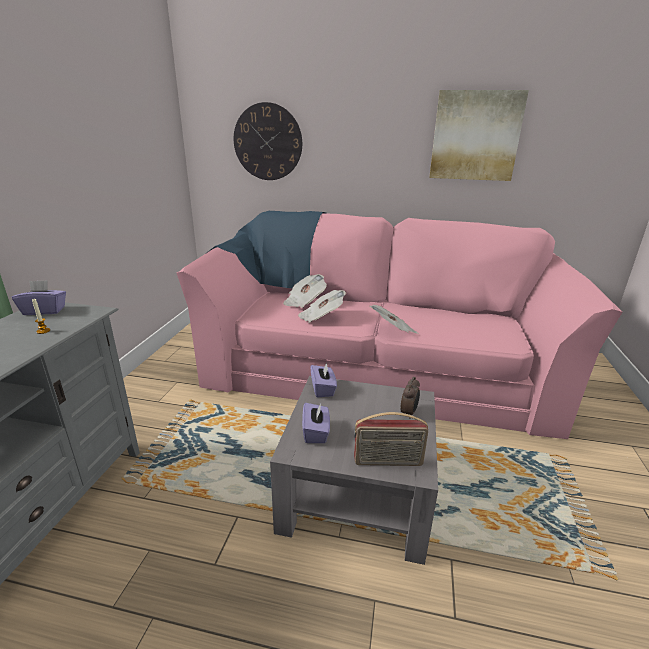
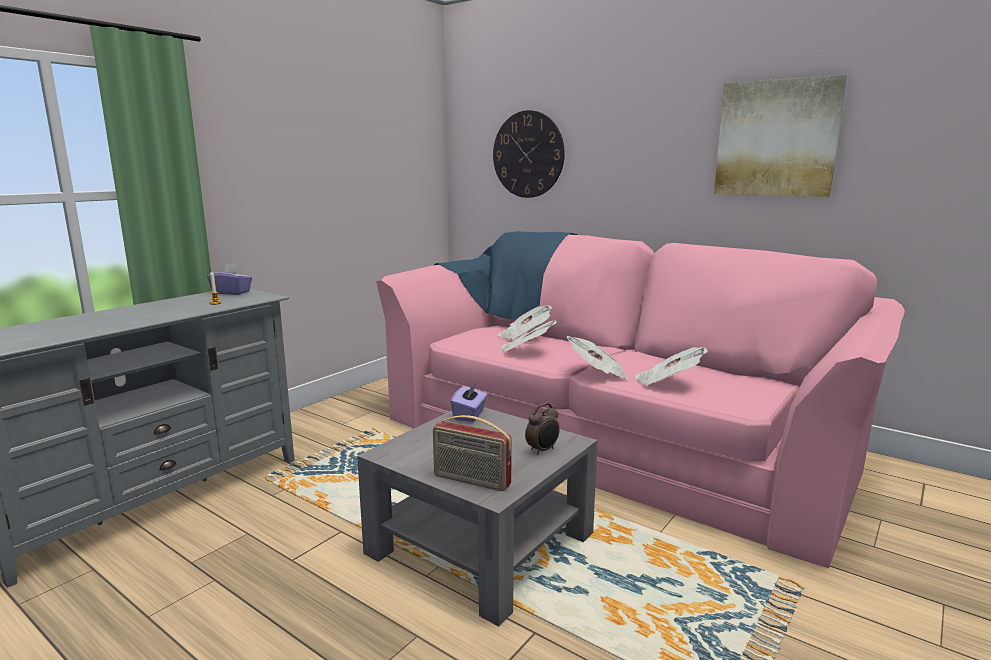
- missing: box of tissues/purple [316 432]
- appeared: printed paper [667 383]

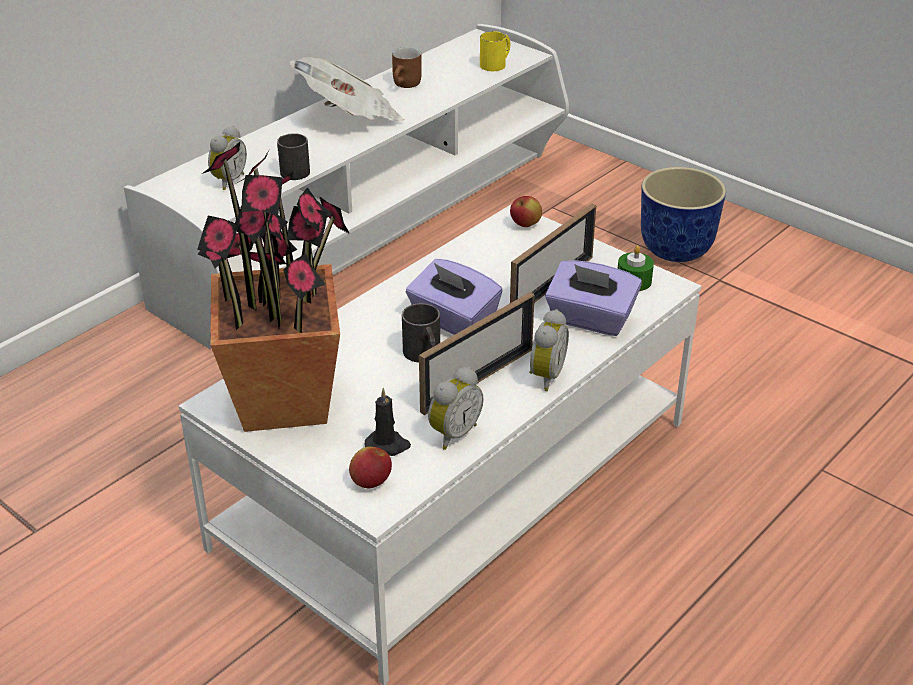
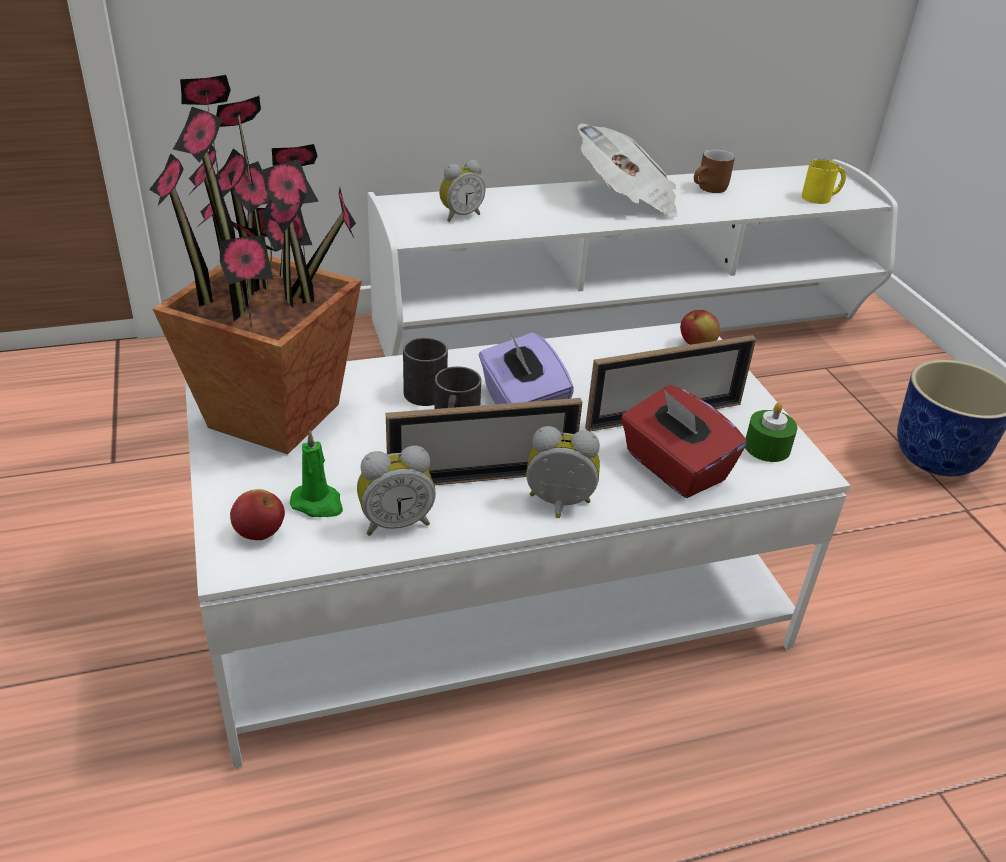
- relocated: mug/black [291 170] to [424 387]
- colour: candle/black [387 445] to candle/green-coloured [318 503]
- colour: box of tissues/purple [590 319] to box of tissues/red [673 468]
- spun: table clock [544 376] = [558 506] 135 degrees counterclockwise

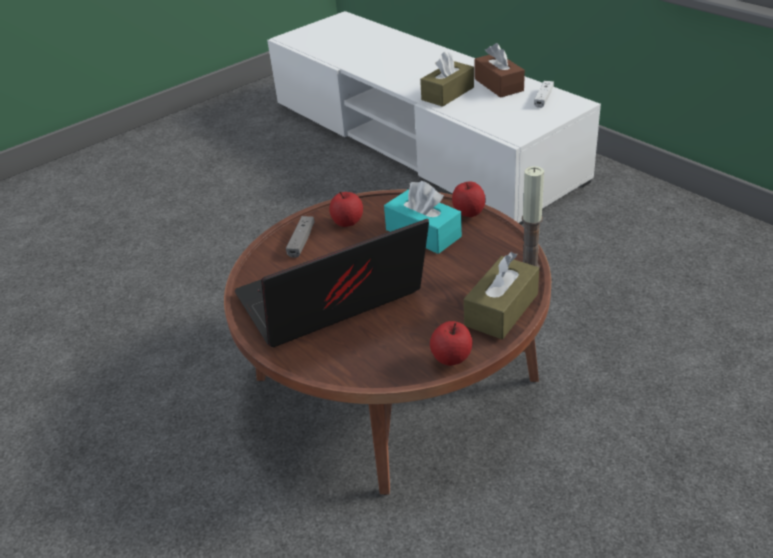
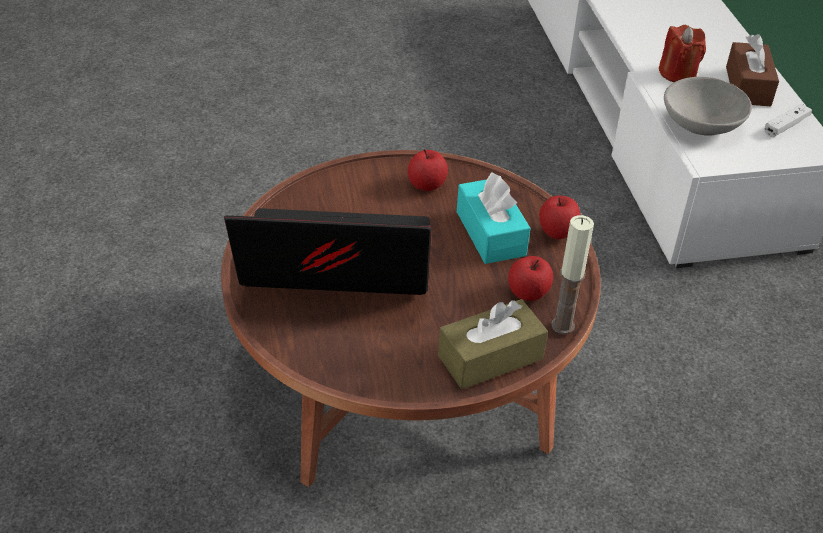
- missing: joypad/grey [301 241]
- appeared: bowl/grey [702 125]
- relocated: apple [451 357] to [528 293]
- exchanged: box of tissues/brown [447 93] to candle/red [677 73]

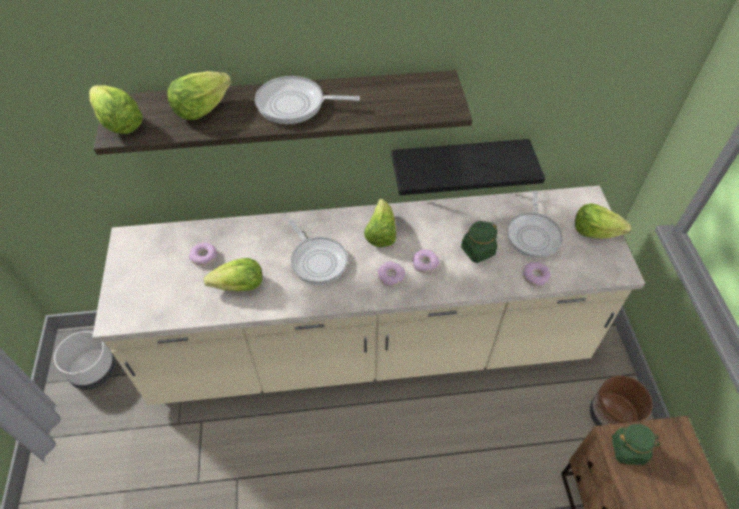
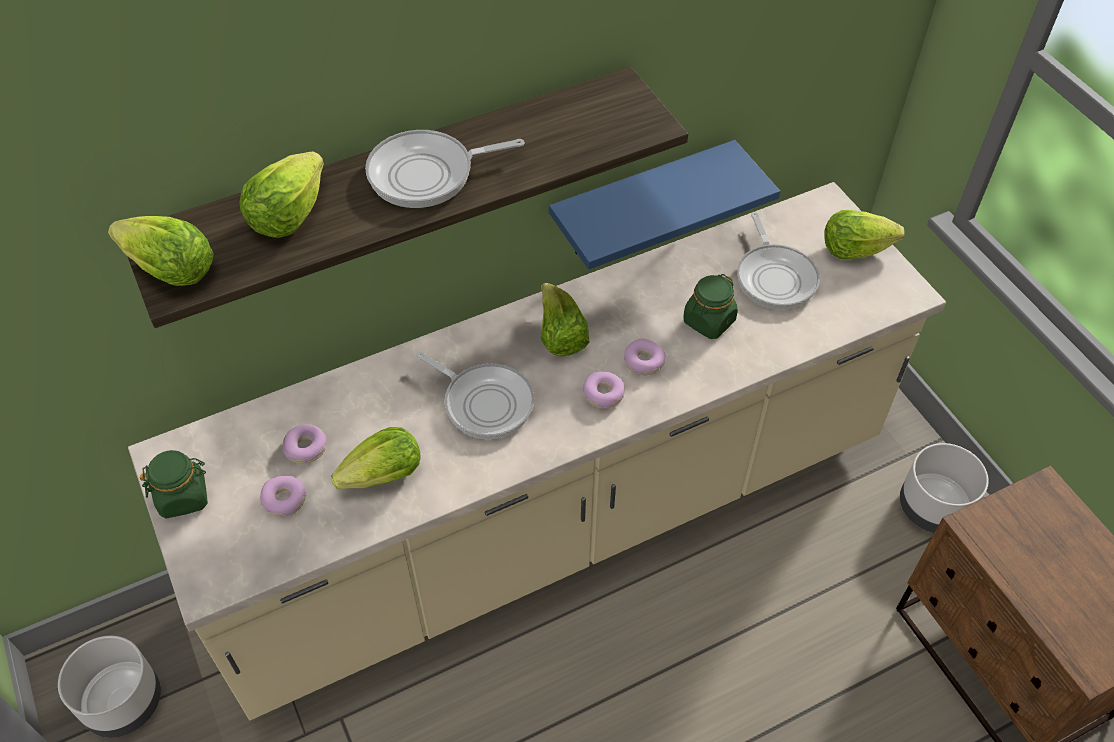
- relocated: ring doughnut [535 277] to [284 500]
- relocated: jar/green-coloured [628 449] to [183 496]
- colour: wall shelf/black [458 163] to wall shelf/blue [641 200]
- colour: planter/brown [612 416] to planter/grey [933 508]

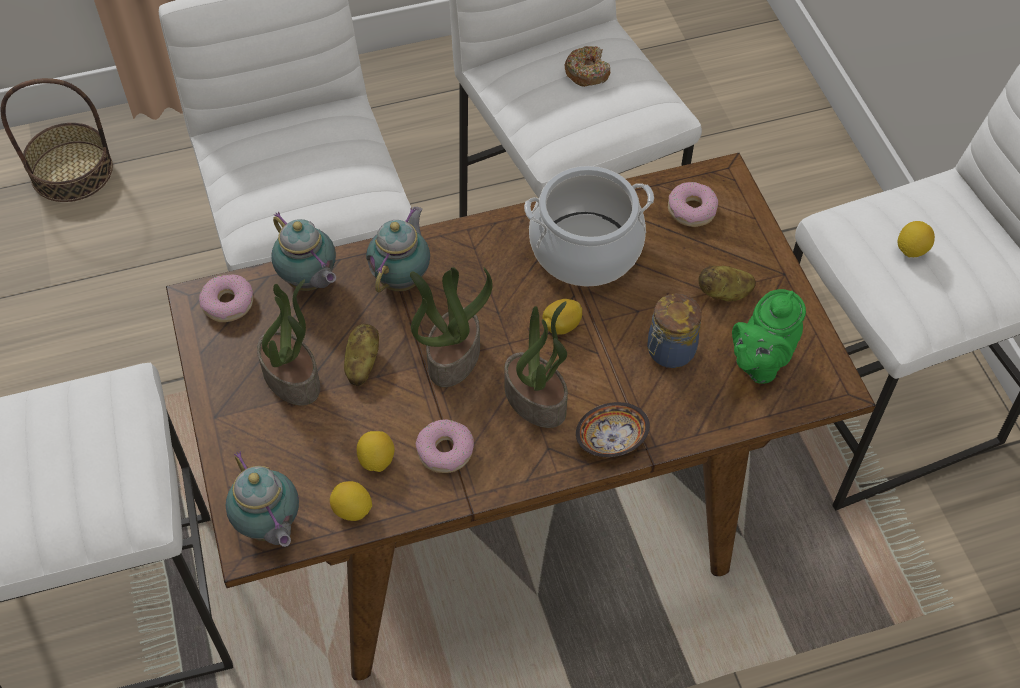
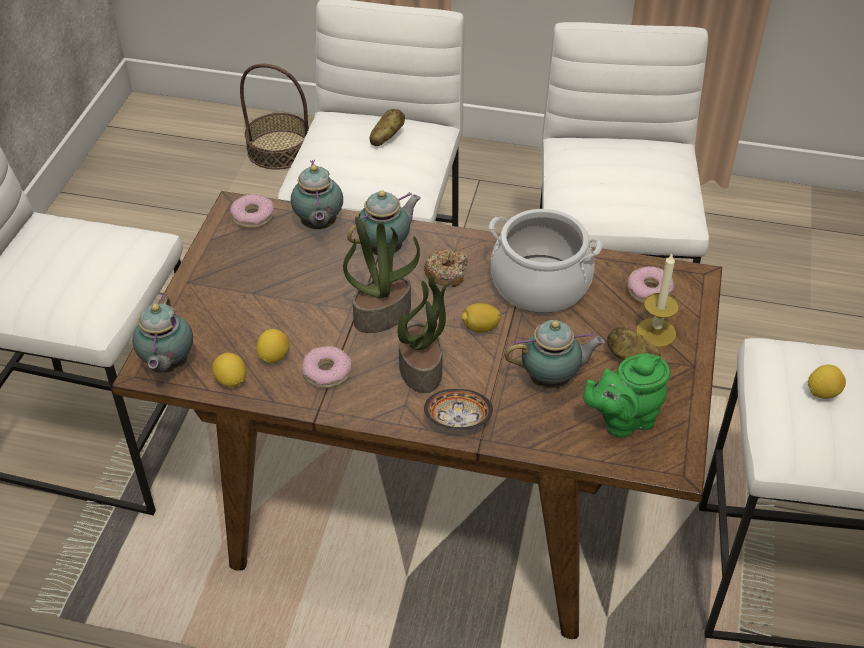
- missing: potted plant [293 378]
- appeared: candle [656 332]
- relocated: whole potato [361 363] to [386 138]
- relocated: ring doughnut [587 72] to [446 273]
- exchanged: jar [669 352] to pot for tea [552 380]

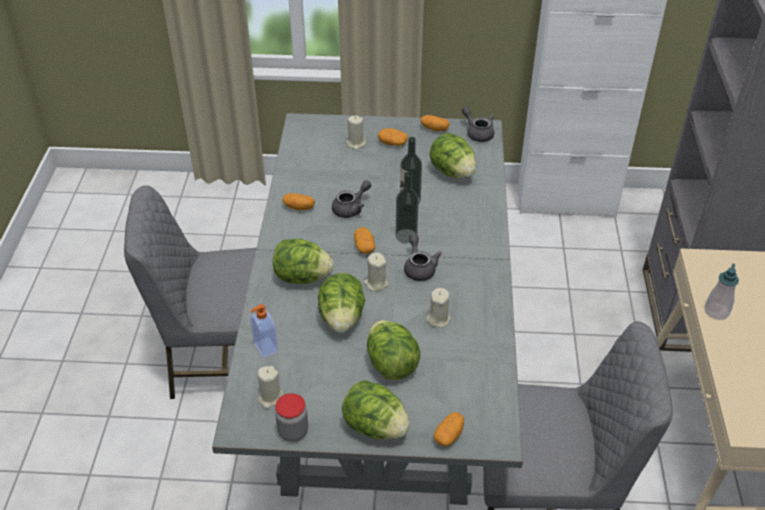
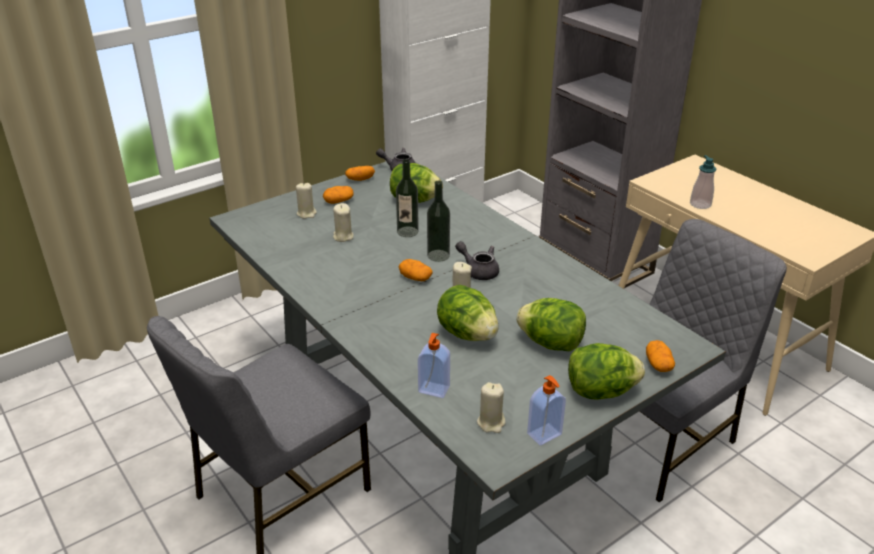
- missing: head of lettuce [302 277]
- missing: whole potato [299 207]
- missing: pot for tea/grey [351 208]
- relocated: candle/sand-coloured [438 319] to [343 236]
- exchanged: jar [293 431] to soap dispenser [545 435]

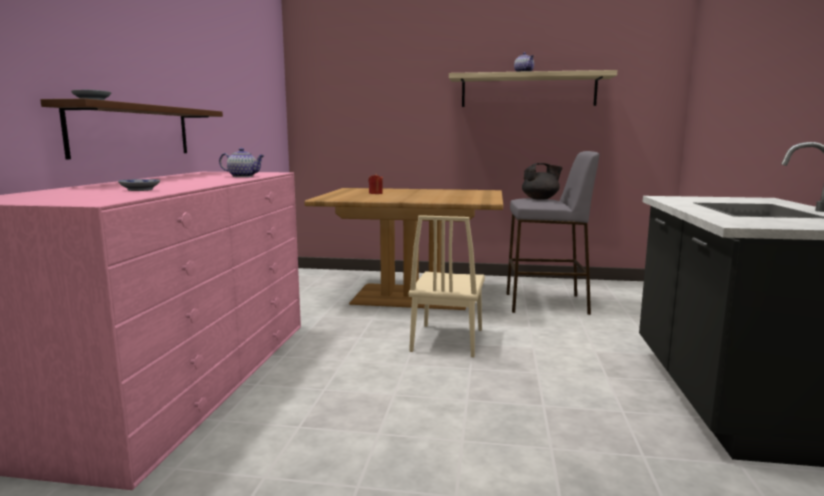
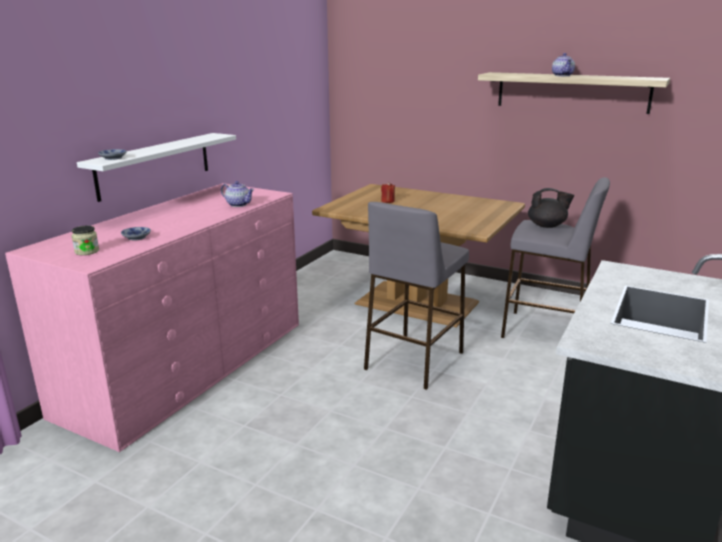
- appeared: jar [87 251]
- exchanged: chair/sand-coloured [447 340] to stool seat/grey [414 361]
- colour: wall shelf/brown [132 131] to wall shelf/white-coloured [155 165]

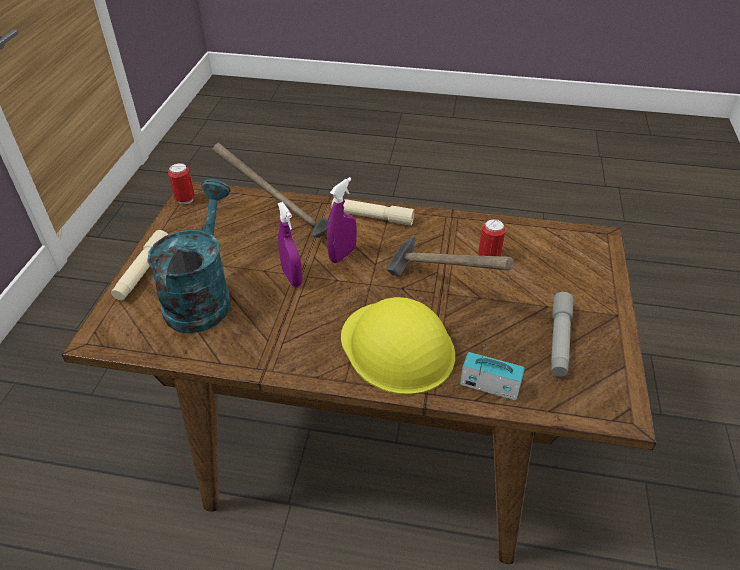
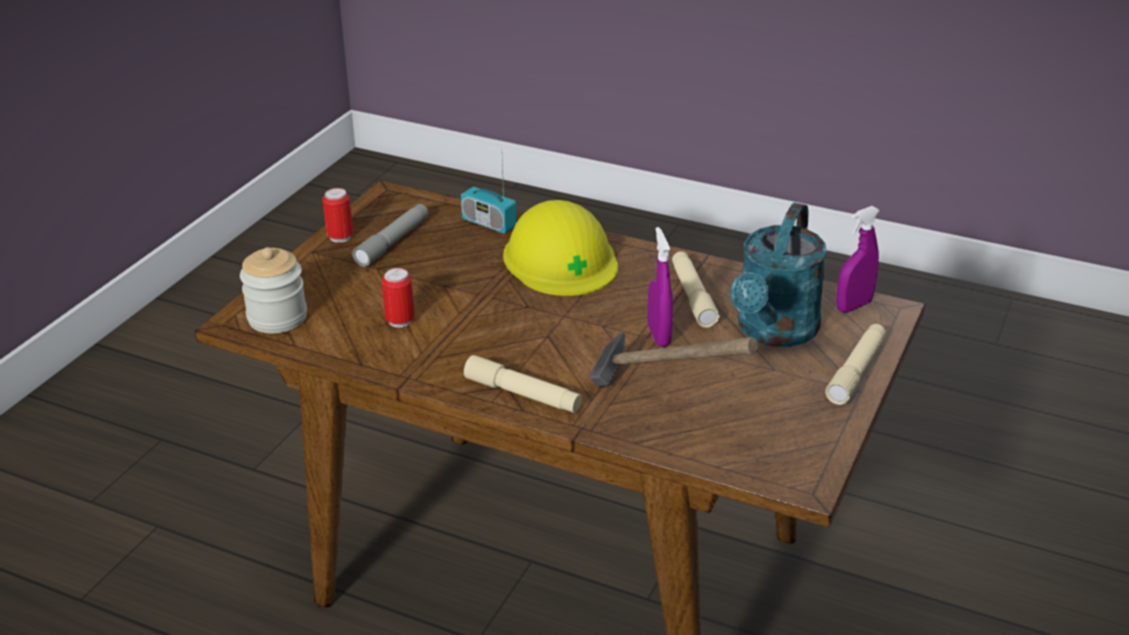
- missing: hand hammer [440 290]
- appeared: jar [277 318]
- appeared: flashlight/sand-coloured [693 296]
- relocated: metal can [185 199] to [340 237]
- relocated: sprayer/purple [342 255] to [853 306]

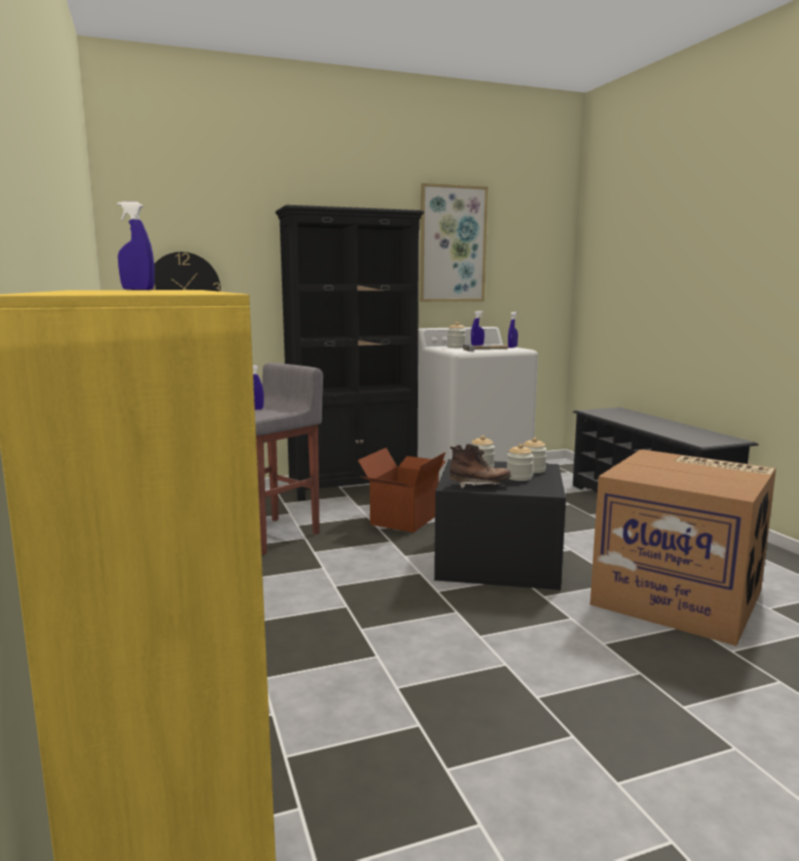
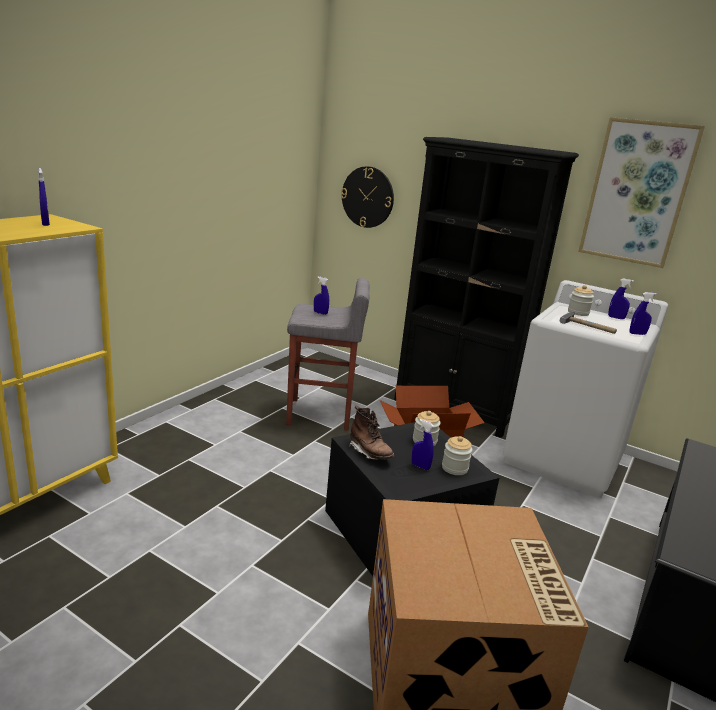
- exchanged: jar [519 477] to sprayer/blue [420 466]

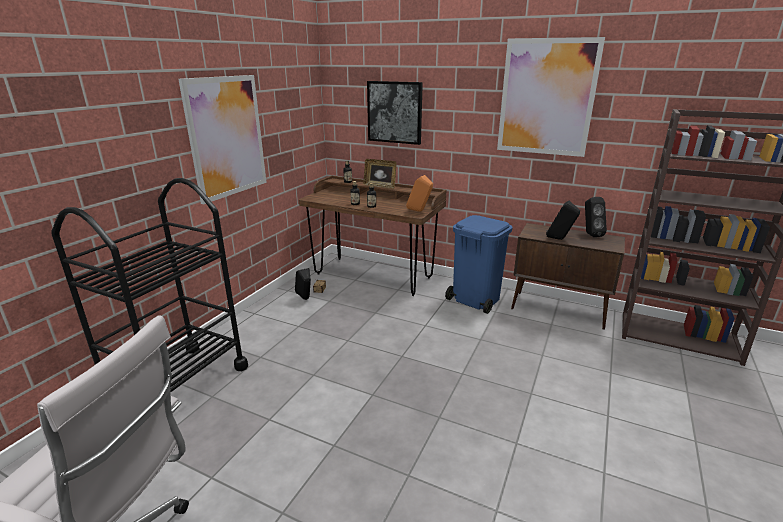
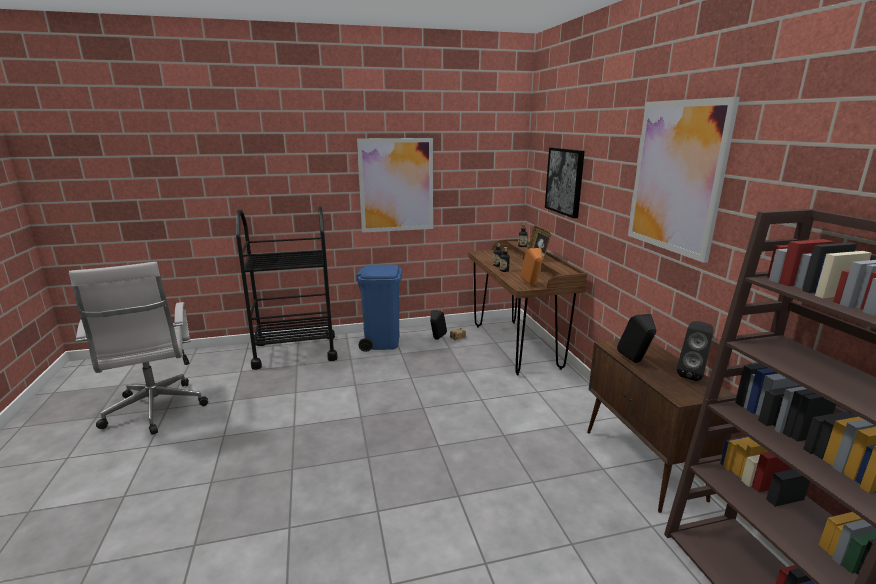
- relocated: waste bin/blue [475 299] to [382 342]

